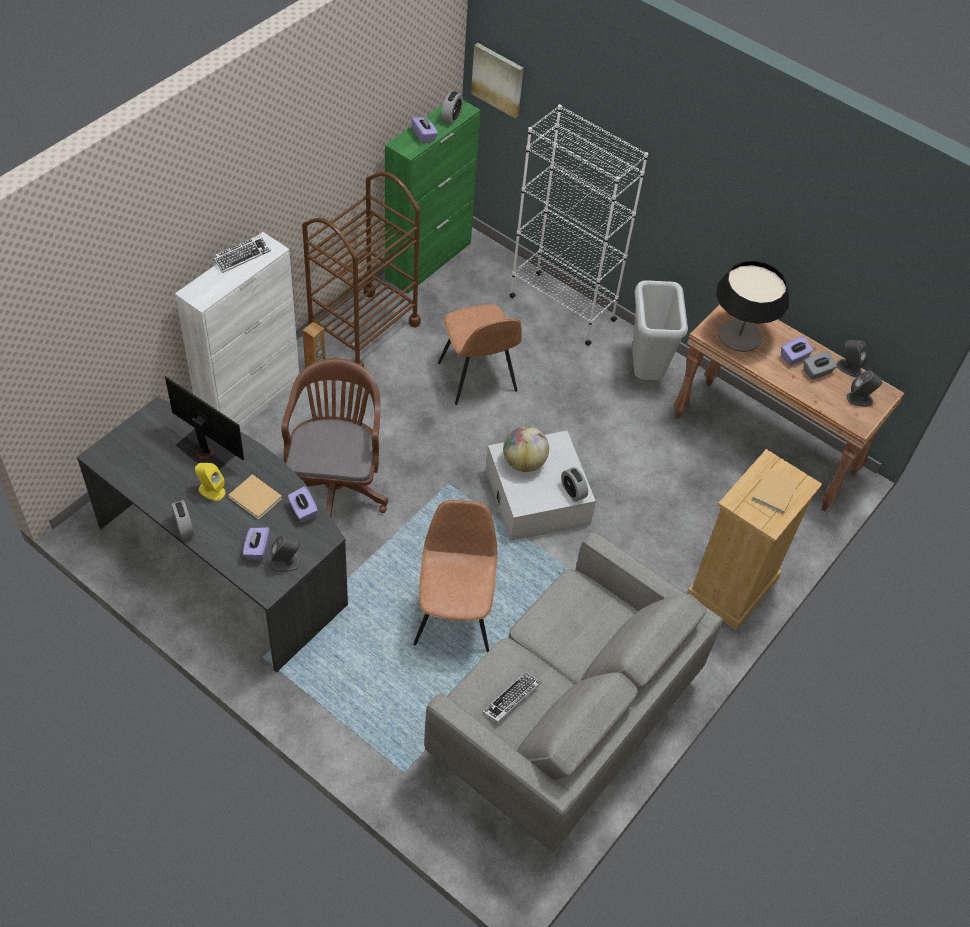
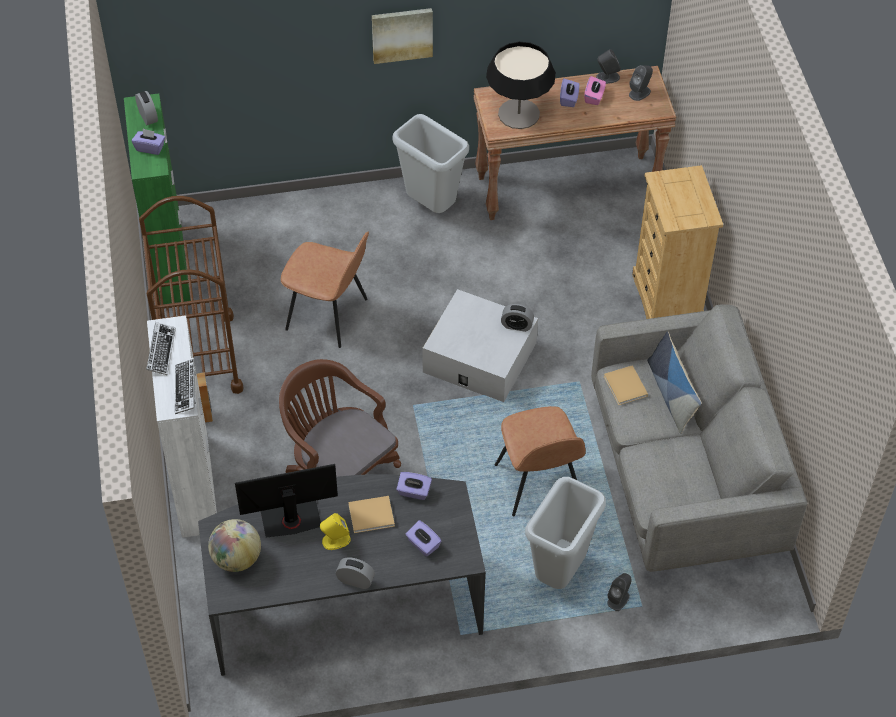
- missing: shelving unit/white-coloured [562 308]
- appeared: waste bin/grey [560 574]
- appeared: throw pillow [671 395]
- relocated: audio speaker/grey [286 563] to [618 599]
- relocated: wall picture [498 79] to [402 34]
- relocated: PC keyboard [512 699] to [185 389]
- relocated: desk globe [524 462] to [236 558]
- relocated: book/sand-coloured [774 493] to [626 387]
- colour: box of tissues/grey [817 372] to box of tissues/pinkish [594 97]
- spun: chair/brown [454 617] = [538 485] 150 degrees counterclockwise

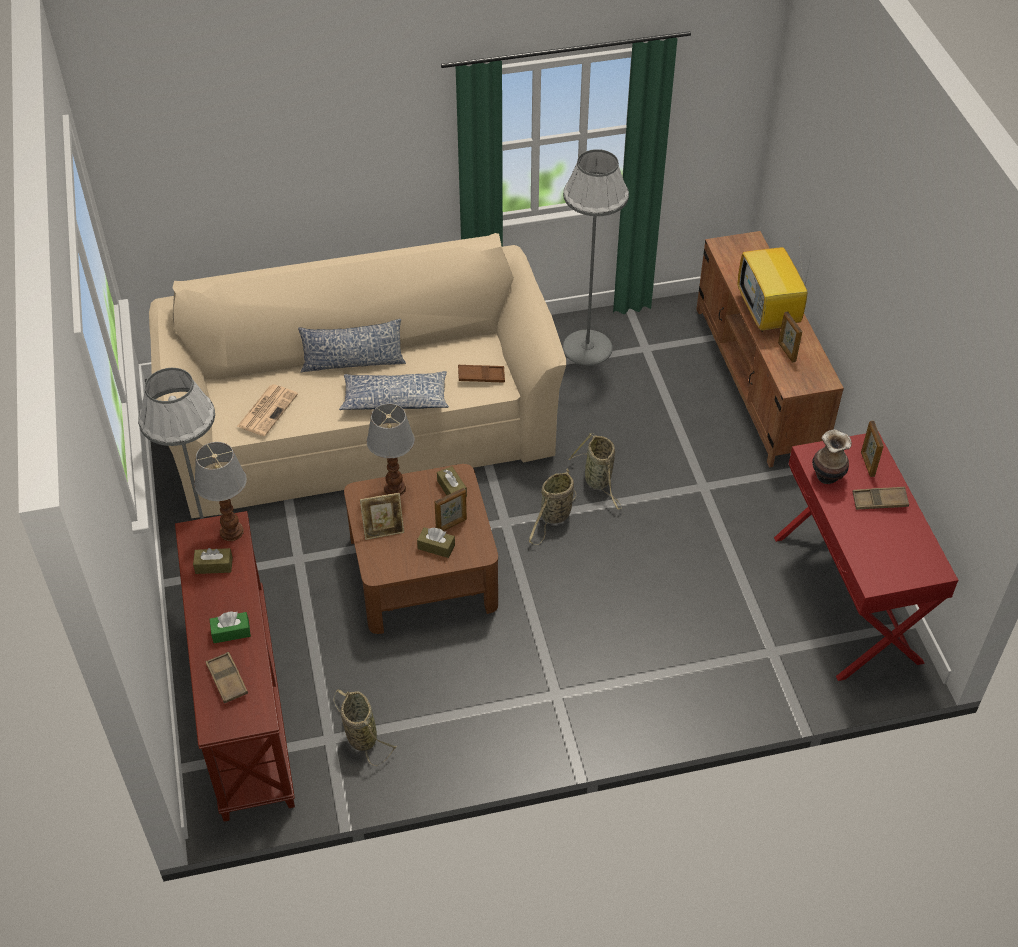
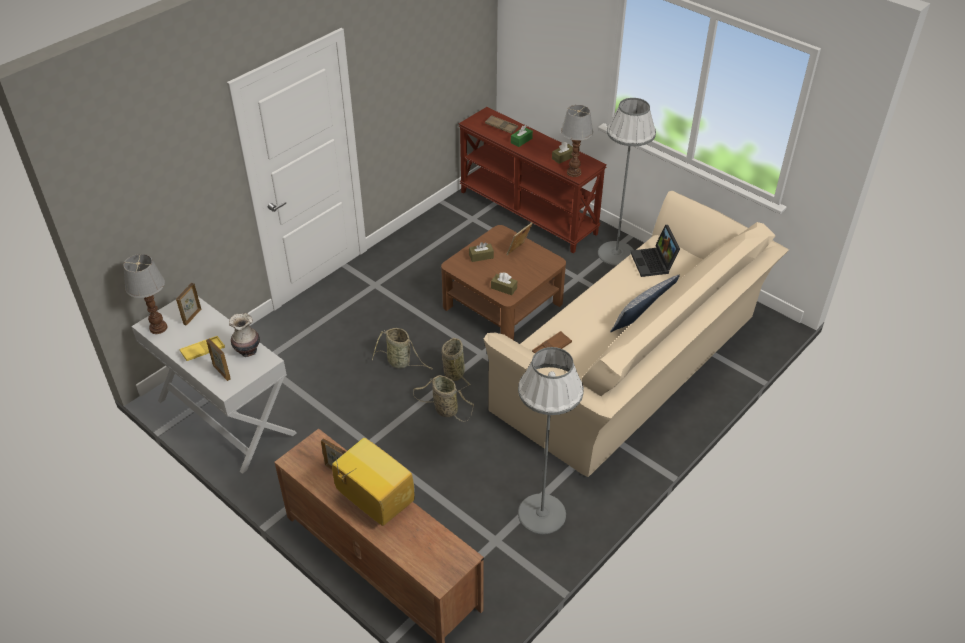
- missing: throw pillow [395 399]
- relocated: storage basket [360 735] to [400 362]
- relocated: tabletop lamp [395 489] to [158 327]
- relocated: picture frame [451 525] to [192 317]
- exchanged: printed paper [267 410] to laptop [654 263]
- colour: narrow table/red [847 598] to narrow table/white-coloured [225 417]
- colour: serving tray/brown [879 501] to serving tray/yellow-coloured [203 351]

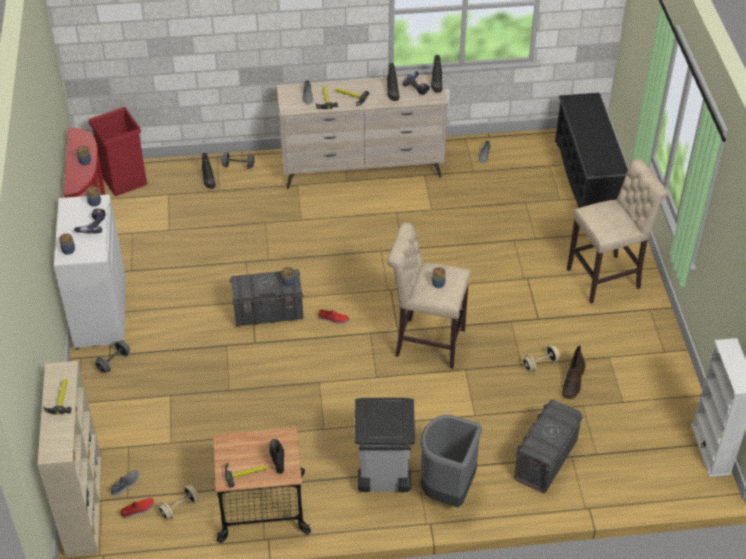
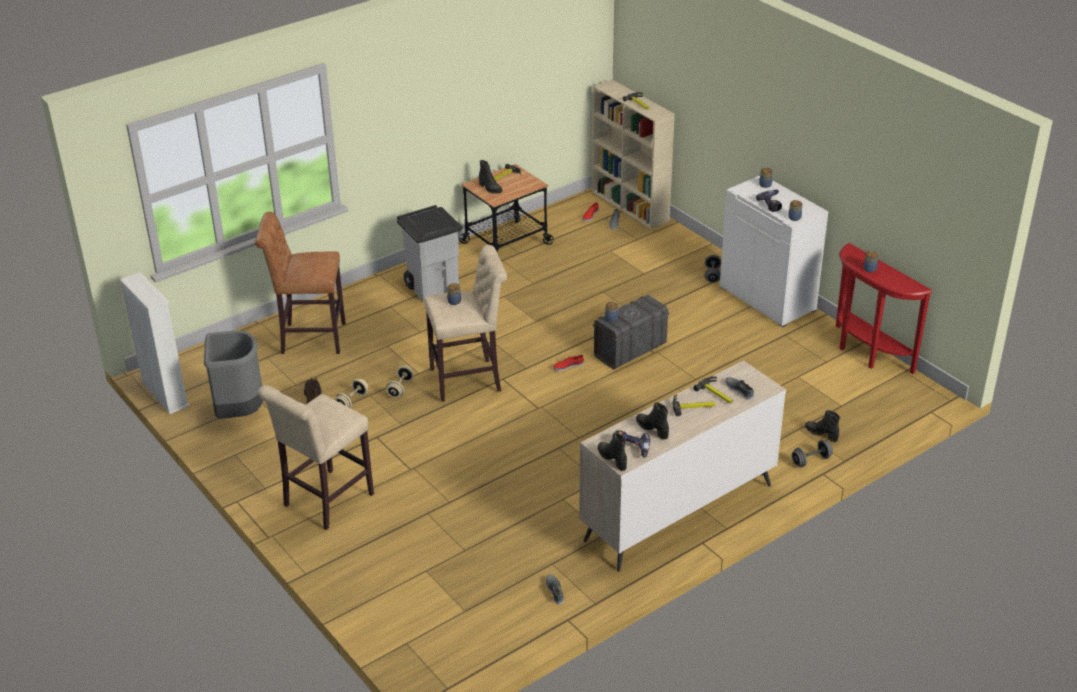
- missing: waste bin/red [124 180]
- missing: shoe stand/black [586 177]
- relocated: dumbbell/sand-coloured [179 508] to [400 388]
- relocated: waste bin/grey [447 490] to [239 413]
- exchanged: storage box/grey [545 460] to stool seat/brown [309 338]

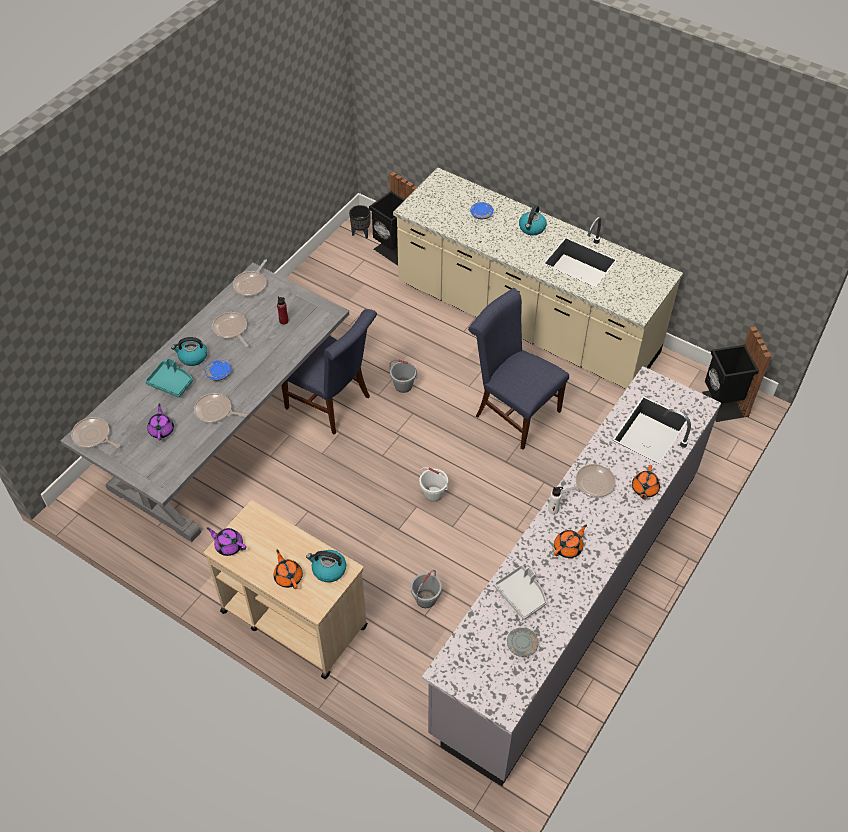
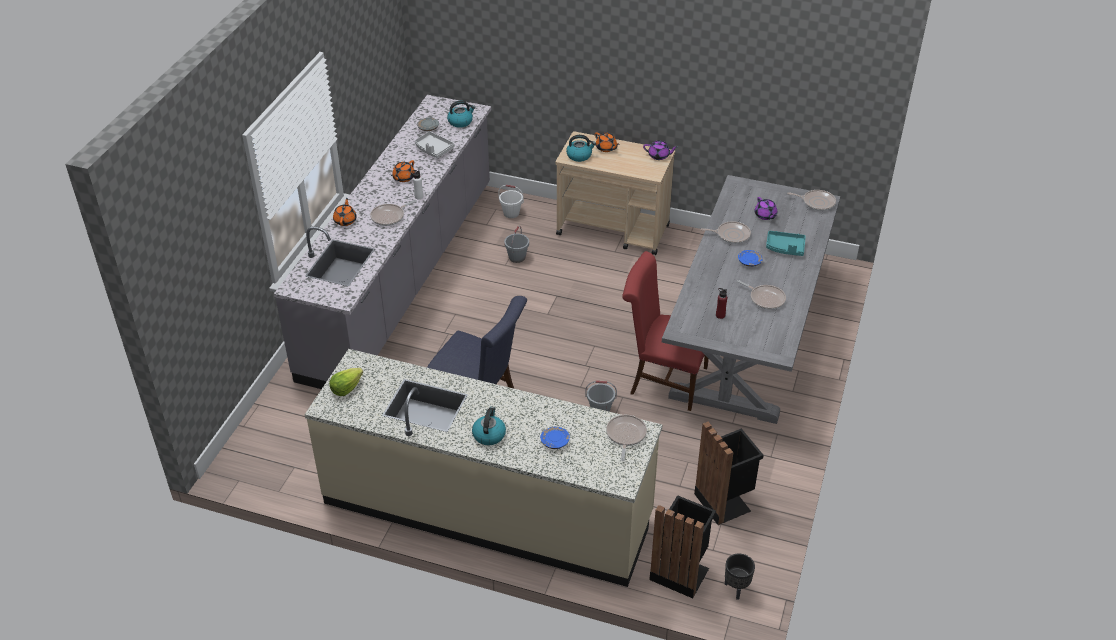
- appeared: head of lettuce [346 388]
- relocated: tea kettle [192 357] to [460 122]
- relocated: frying pan [251 284] to [625 435]
- relocated: pail/white-coloured [433 494] to [511 213]
- relocated: waste bin/black [723 404] to [724 501]
- colour: chair/blue [332 404] to chair/red [663 380]

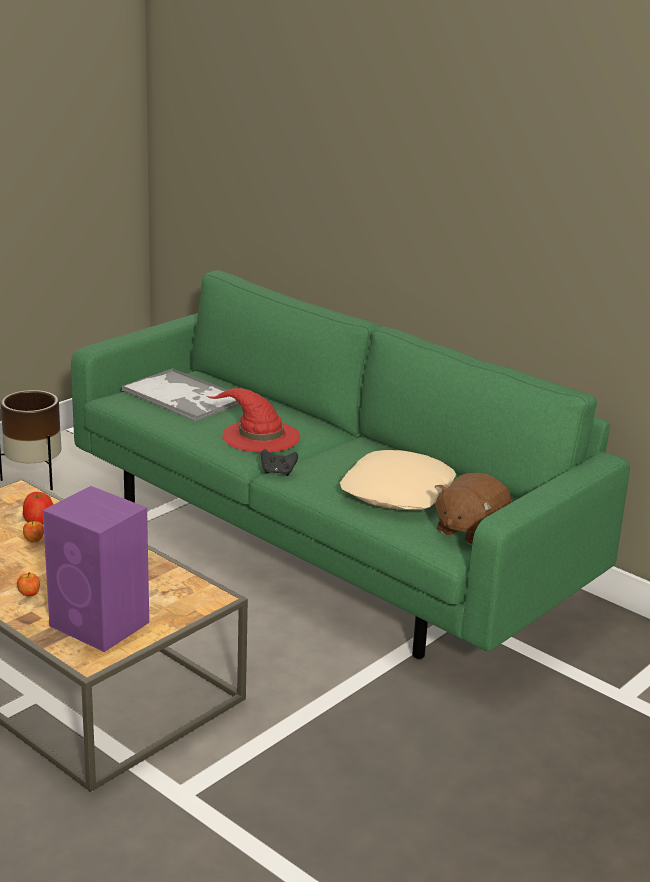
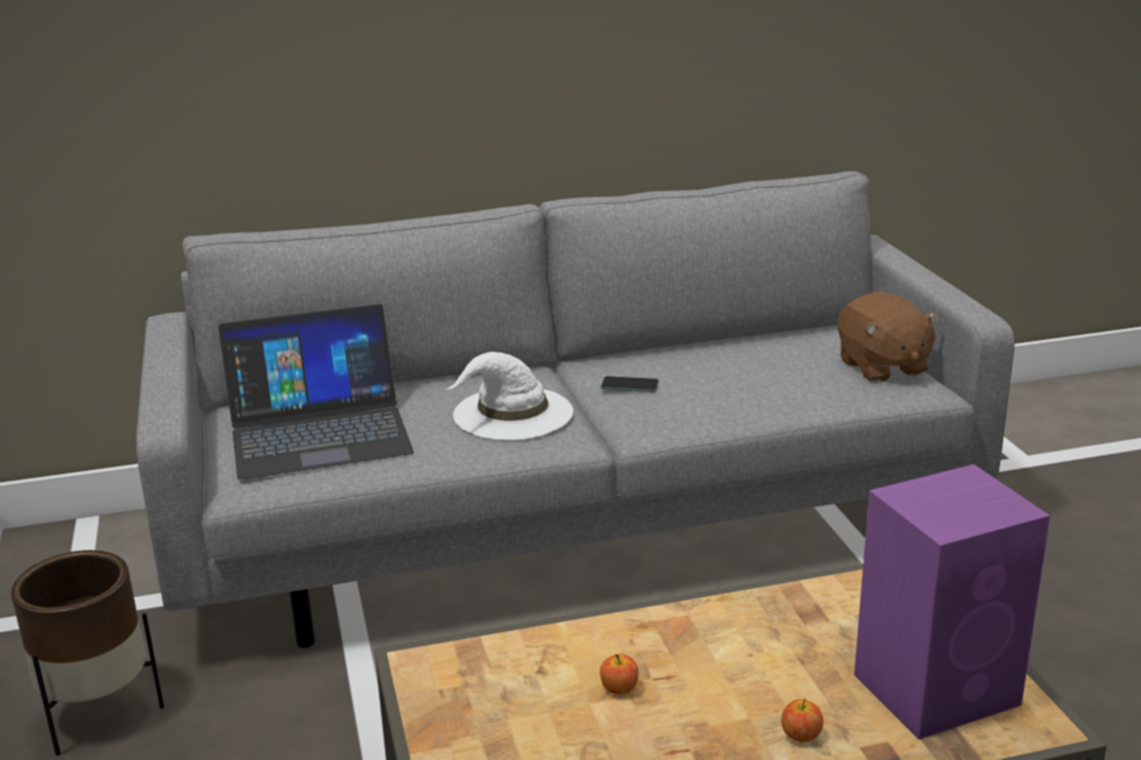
- missing: apple [38 520]
- missing: joypad/black [278 472]
- missing: throw pillow/sand-coloured [398 492]
- appeared: phone [630 385]
- exchanged: serving tray [184 397] to laptop [319 431]
- colour: sofa/green-coloured [320 543] to sofa/grey [574 526]
- colour: clothing hat/red [259 436] to clothing hat/white-coloured [512 413]

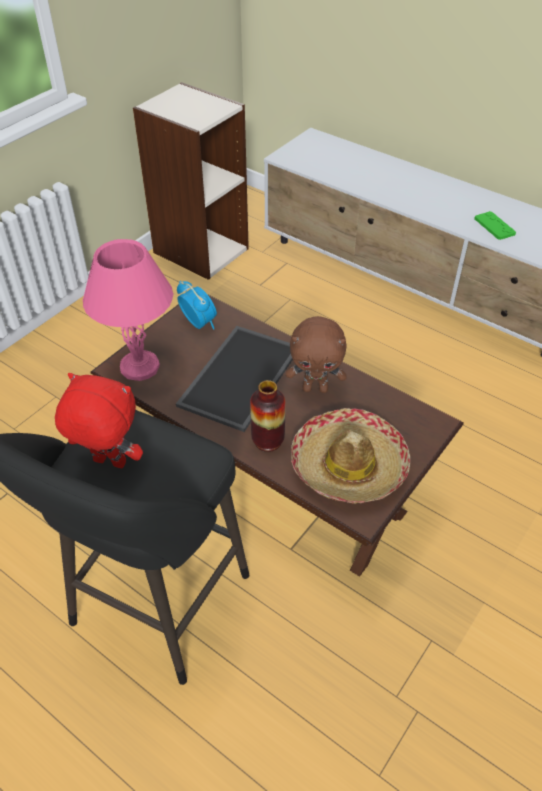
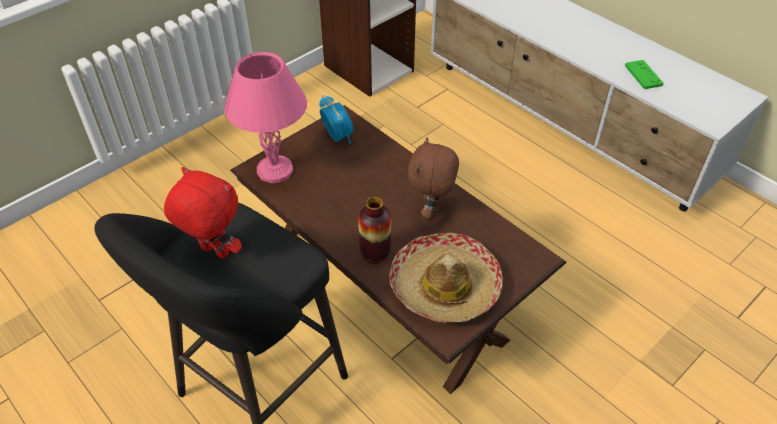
- missing: serving tray [239 375]
- spun: soft toy/brown [315 388] = [431 211] 90 degrees clockwise

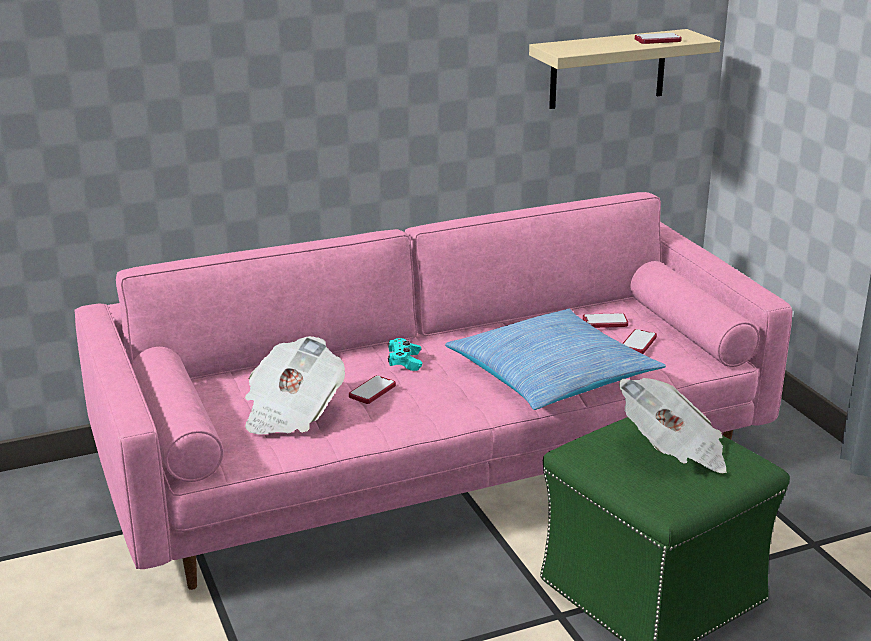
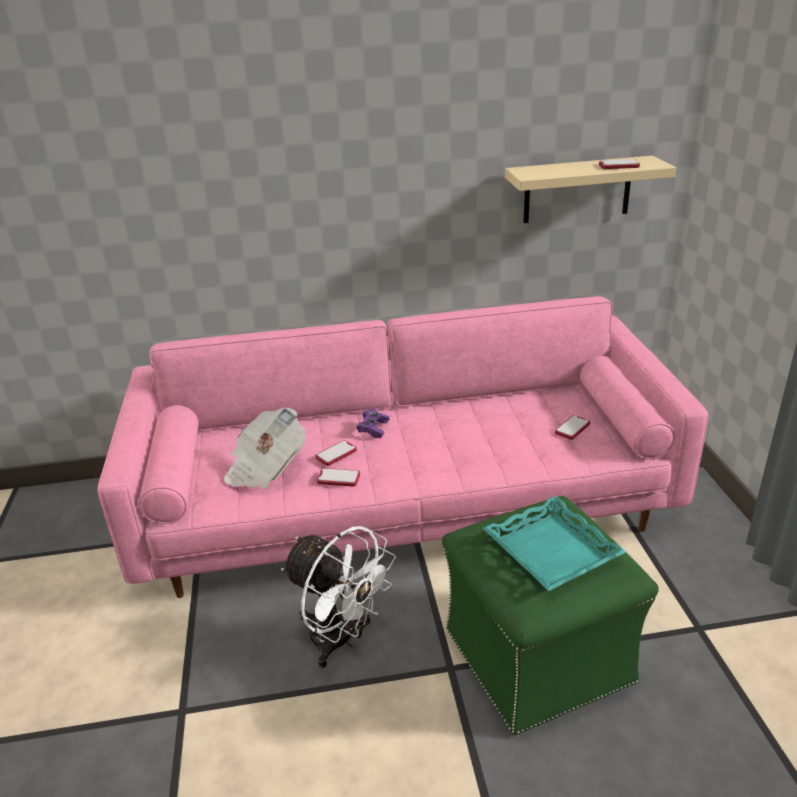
- missing: throw pillow [551 376]
- appeared: fan/white-coloured [341 640]
- relocated: phone [605 322] to [338 478]
- exchanged: printed paper [673 451] to serving tray/turquoise [552 550]
- colour: joypad/turquoise [404 362] to joypad/purple [373 429]

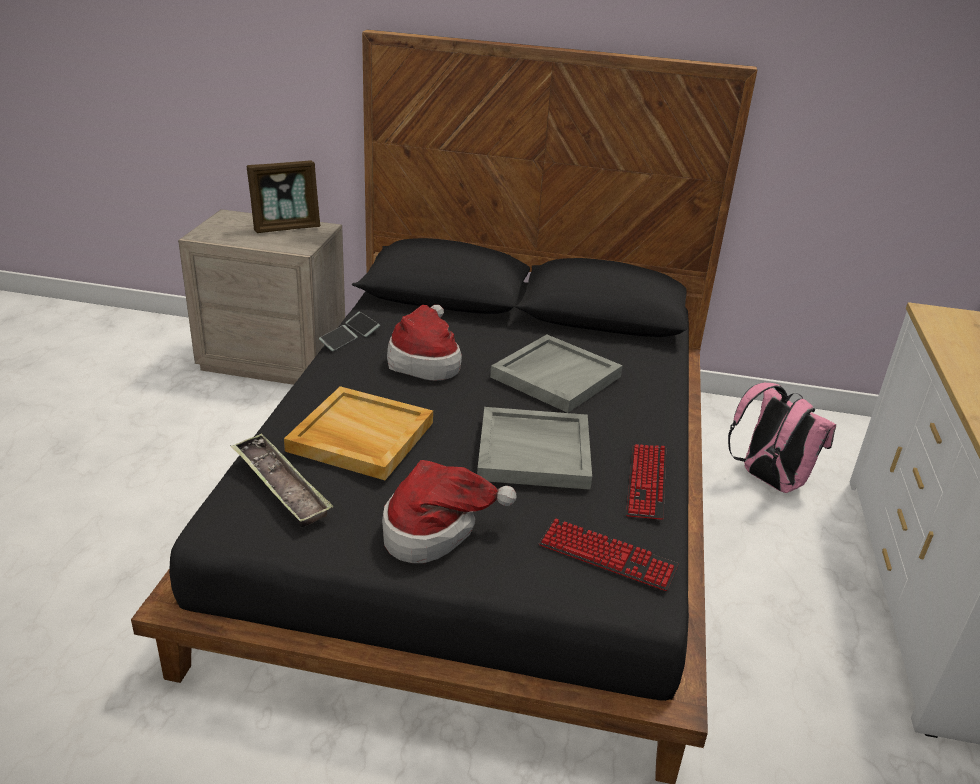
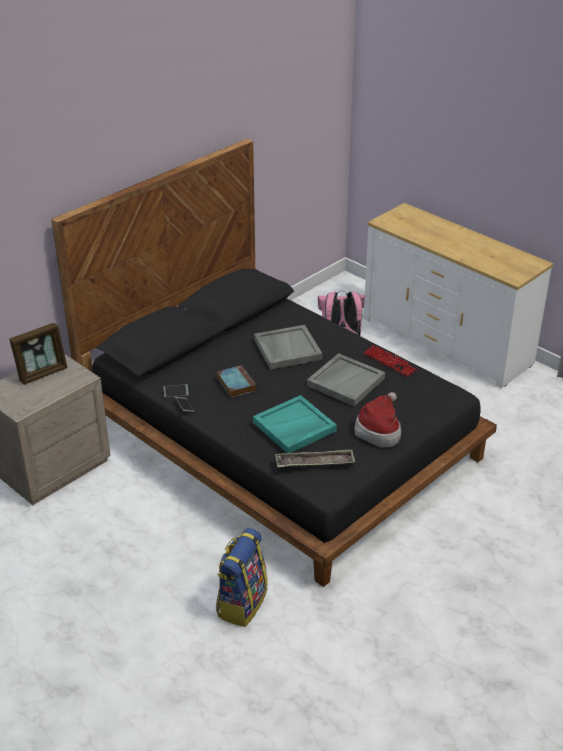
- missing: PC keyboard [607 556]
- appeared: backpack [241 603]
- exchanged: clothing hat [425 361] to book [235 383]
- colour: serving tray/sand-coloured [359 437] to serving tray/turquoise [294 427]
- spun: picture frame [286 228] = [42 373] 45 degrees clockwise

